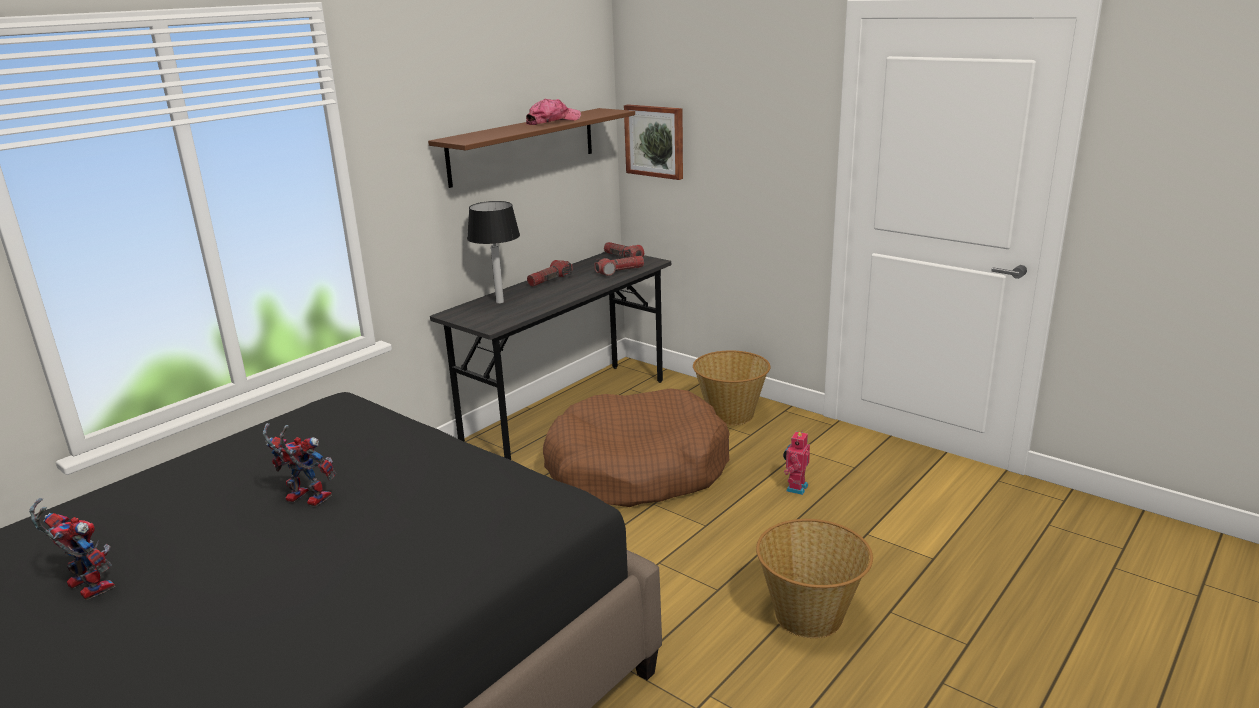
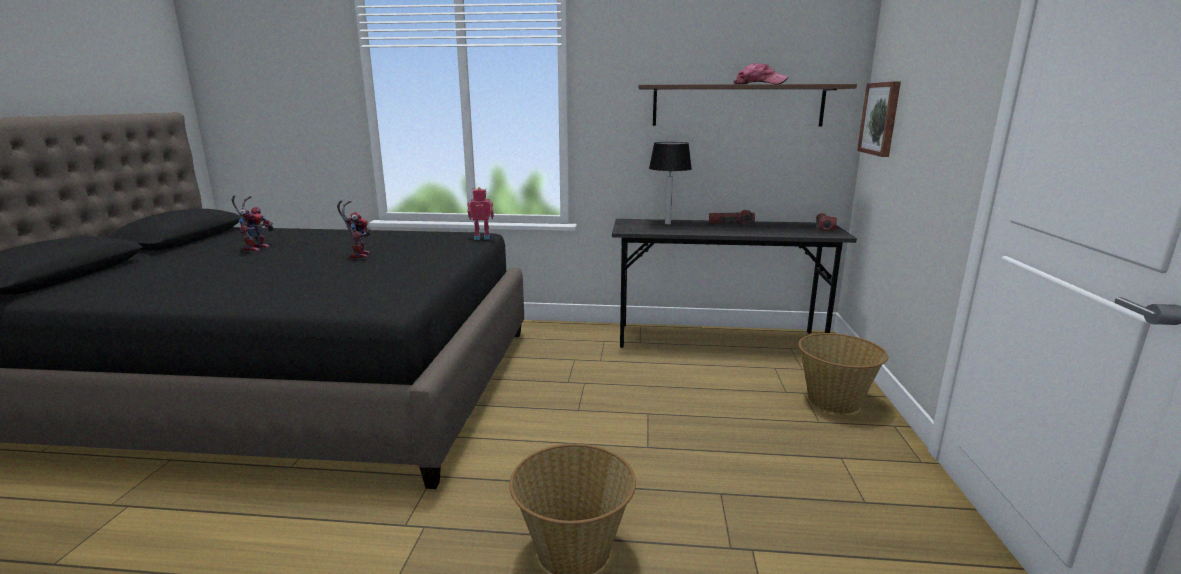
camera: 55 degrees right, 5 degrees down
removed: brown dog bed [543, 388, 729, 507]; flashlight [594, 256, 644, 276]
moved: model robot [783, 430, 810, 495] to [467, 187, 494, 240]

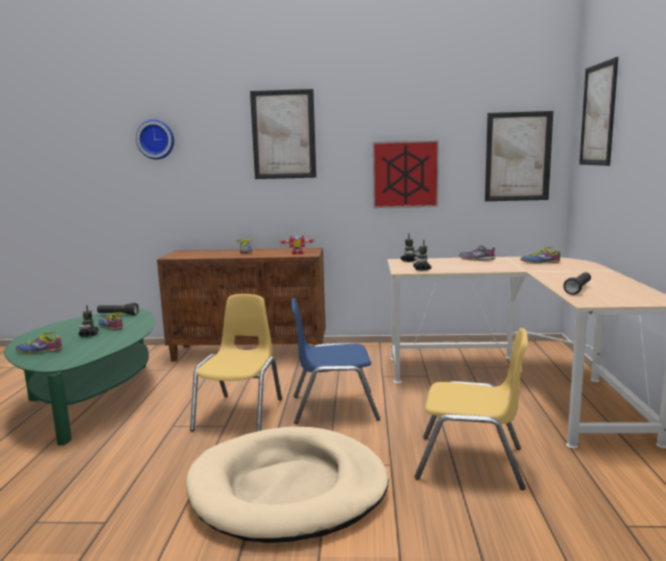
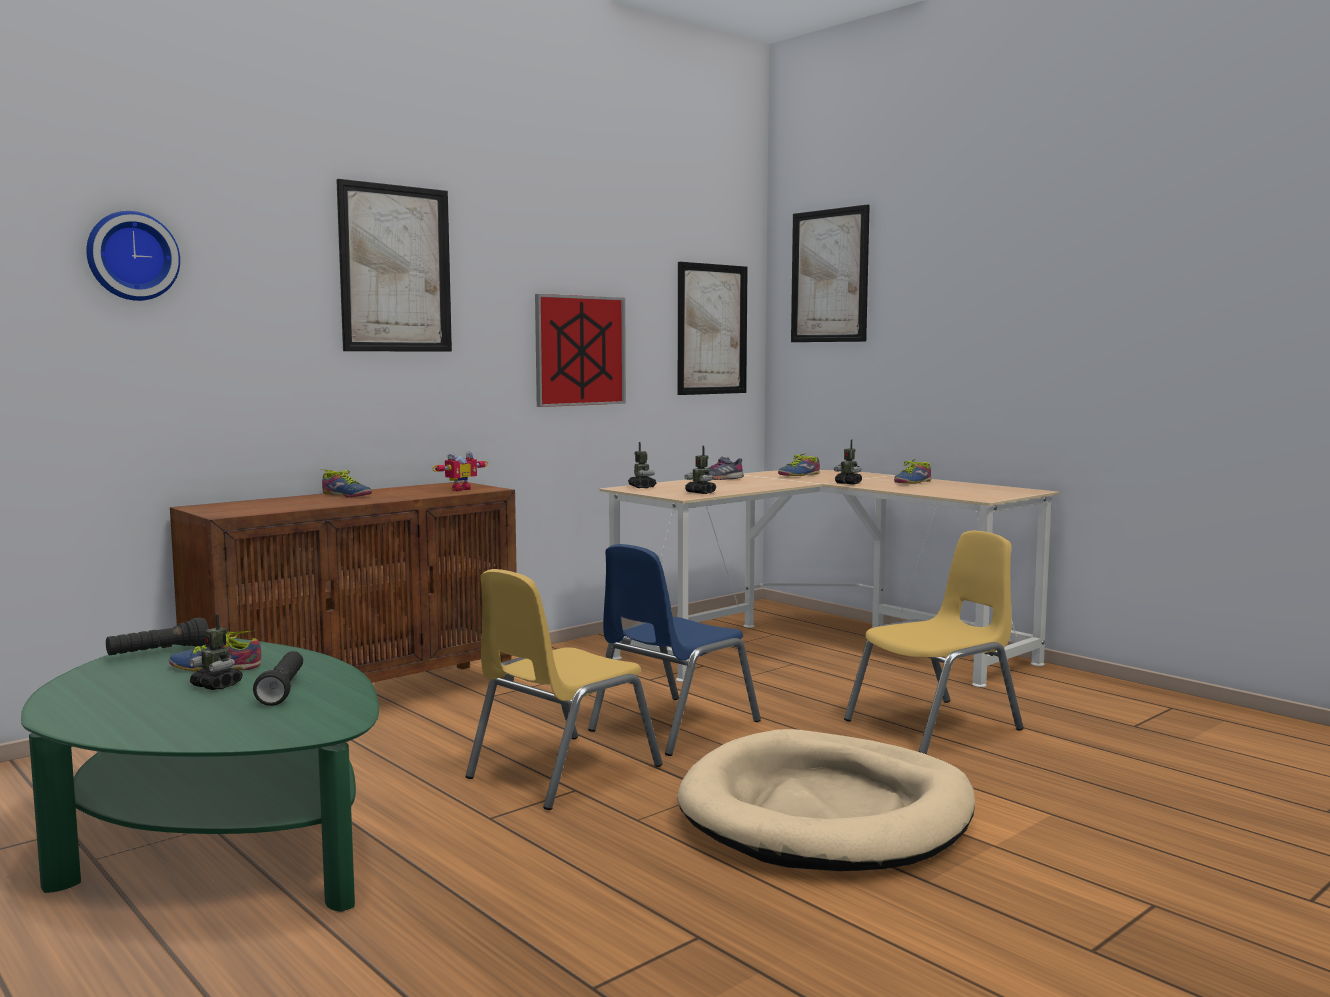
camera: 45 degrees left, 5 degrees down
added: model robot [834, 440, 862, 485]
moved: low shoe [16, 332, 62, 353] to [894, 459, 931, 484]; black flashlight [563, 272, 591, 295] to [253, 651, 303, 706]
turned: yellow chair [190, 294, 282, 432] = [465, 569, 663, 810] 105 degrees counterclockwise

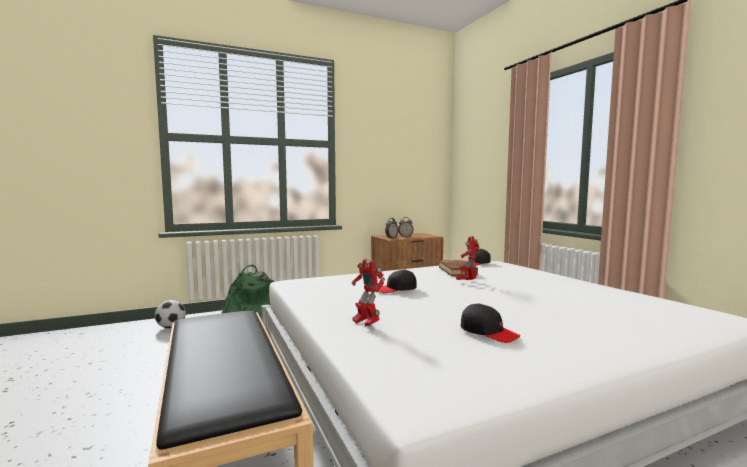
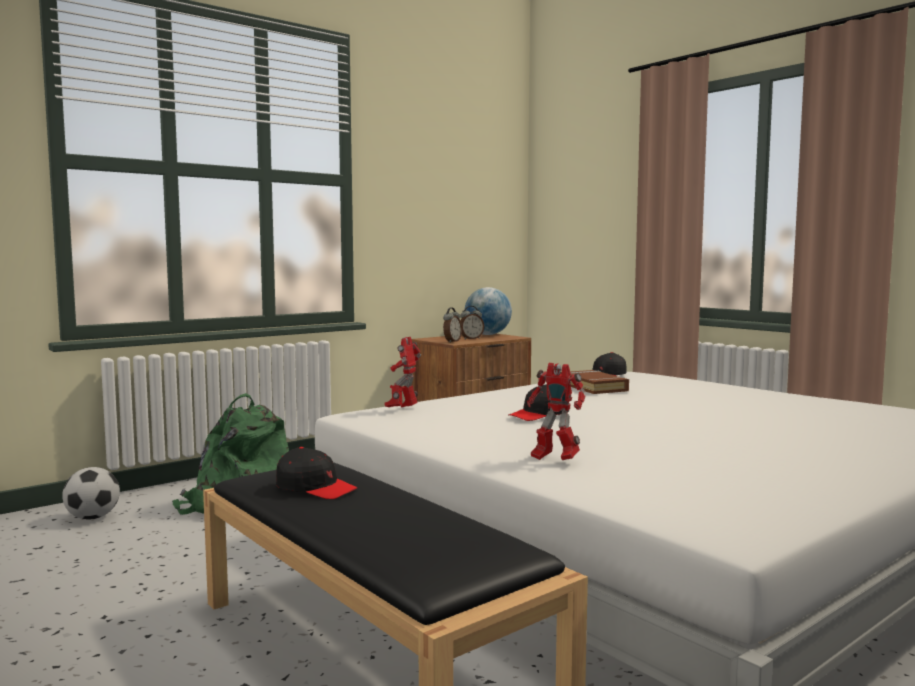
camera: 15 degrees left, 0 degrees up
added: world globe [465, 287, 512, 335]
moved: model robot [456, 236, 480, 280] to [385, 337, 421, 408]; black cap [461, 303, 520, 343] to [276, 447, 358, 499]

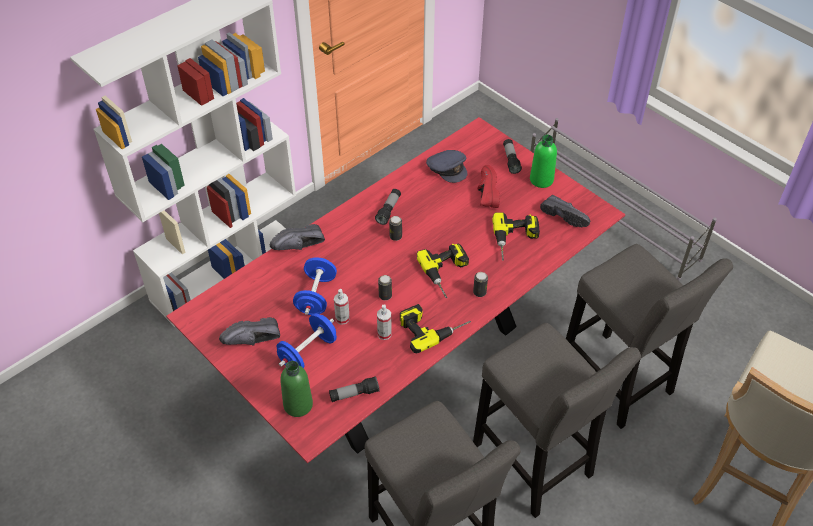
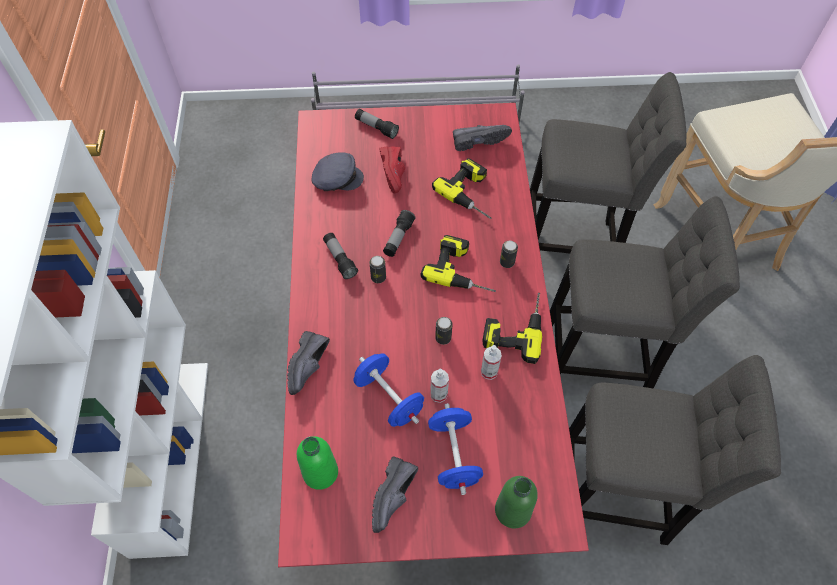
camera: 50 degrees left, 10 degrees up
moved: flashlight [329, 376, 379, 402] to [383, 210, 415, 257]; greenish beverage bottle [530, 135, 557, 188] to [297, 436, 338, 490]
turned: reddish low shoe [477, 165, 500, 208] = [379, 146, 405, 194] 135 degrees counterclockwise

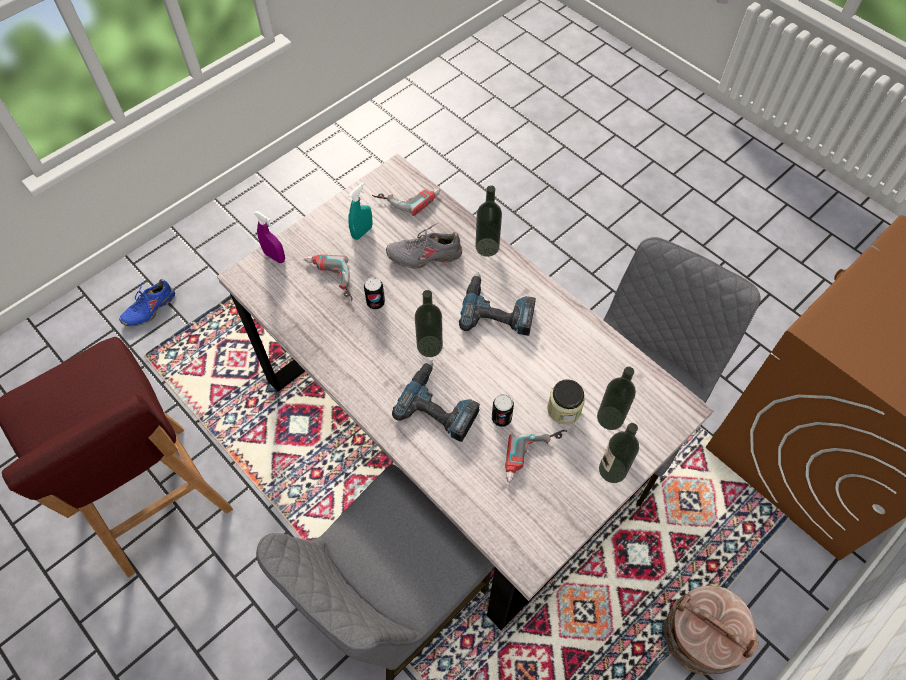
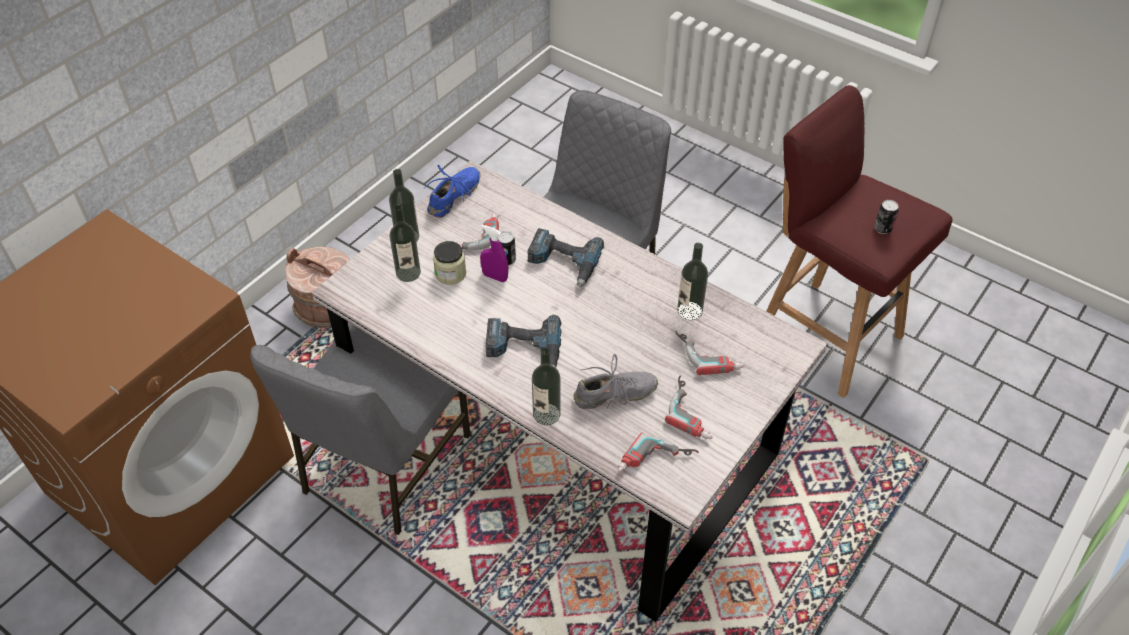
camera: 170 degrees right, 10 degrees down
moved: bluish low shoe [119, 279, 175, 326] to [423, 165, 481, 218]; purple-coloured sprayer [254, 211, 285, 263] to [480, 225, 508, 282]; can [364, 277, 385, 309] to [874, 200, 899, 234]; beverage bottle [415, 290, 443, 357] to [677, 243, 708, 320]
replaced: turquoise-coloured sprayer [348, 182, 373, 240] to drill [665, 375, 713, 440]

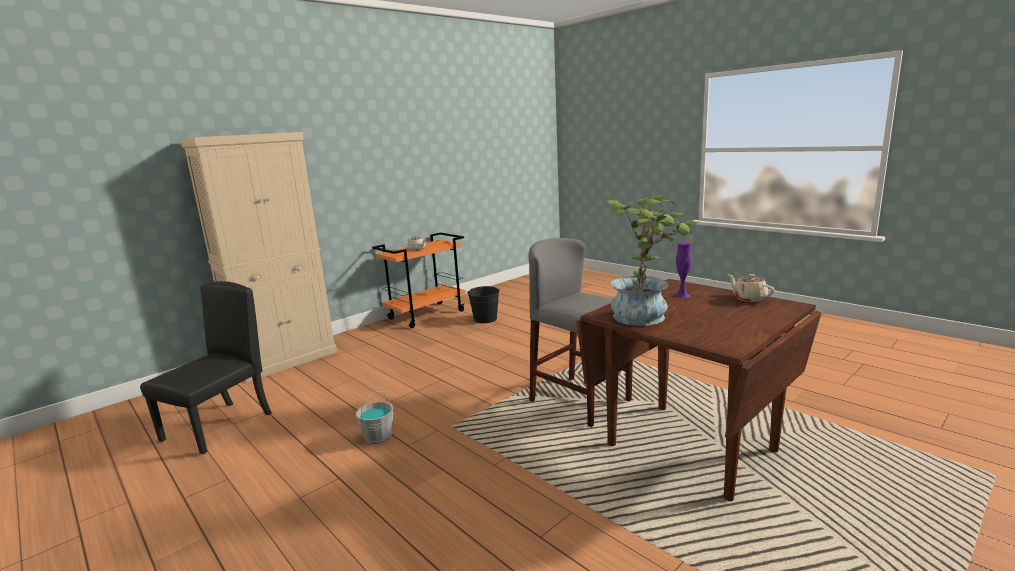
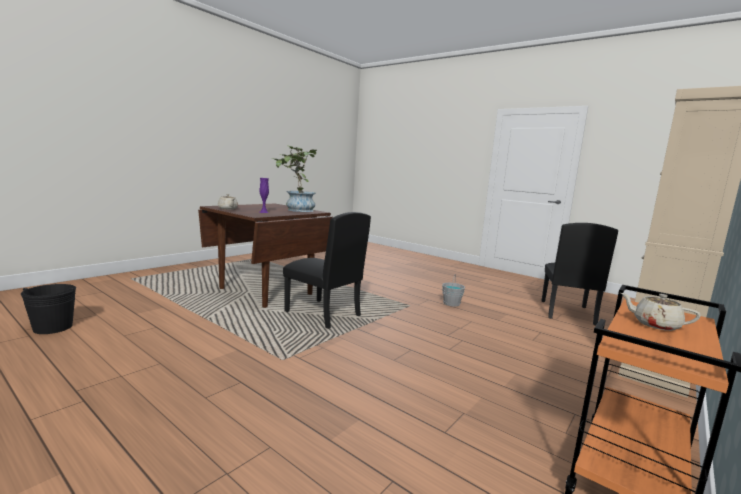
camera: 170 degrees right, 5 degrees down
moved: black bucket [467, 286, 500, 323] to [21, 284, 76, 334]
replaced: grey stool seat [528, 238, 633, 427] to black chair [283, 212, 371, 329]

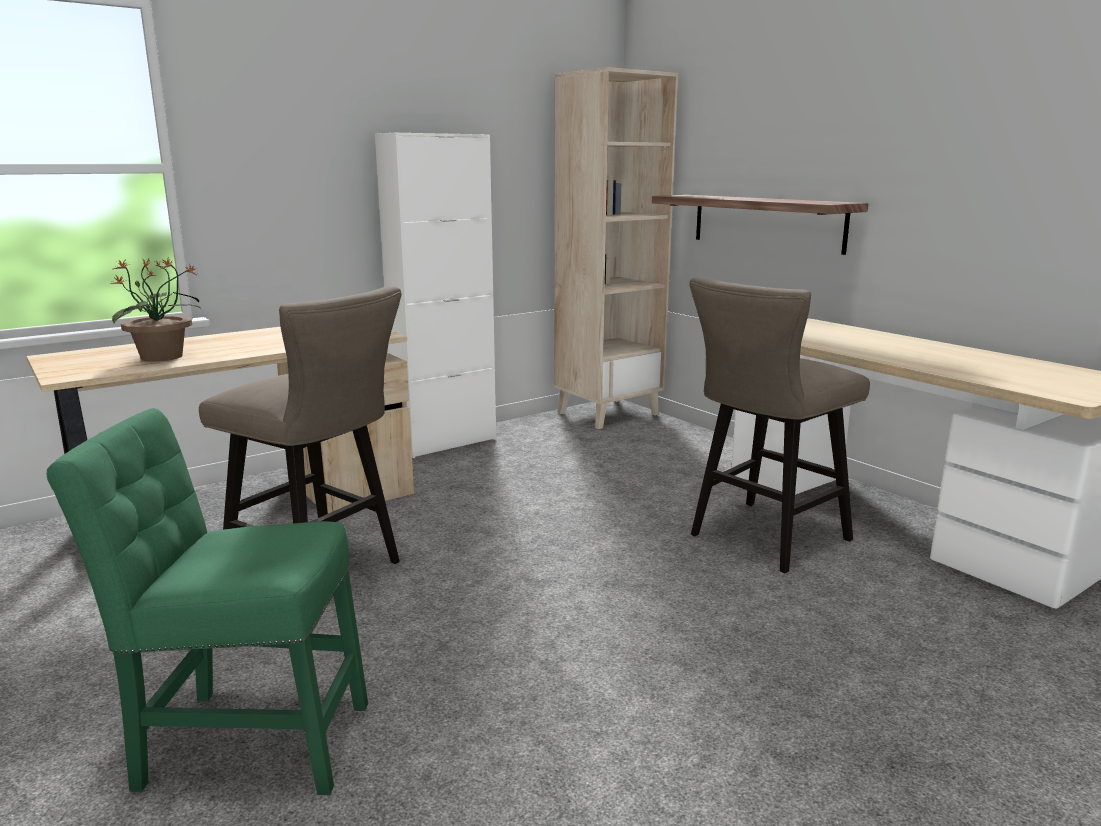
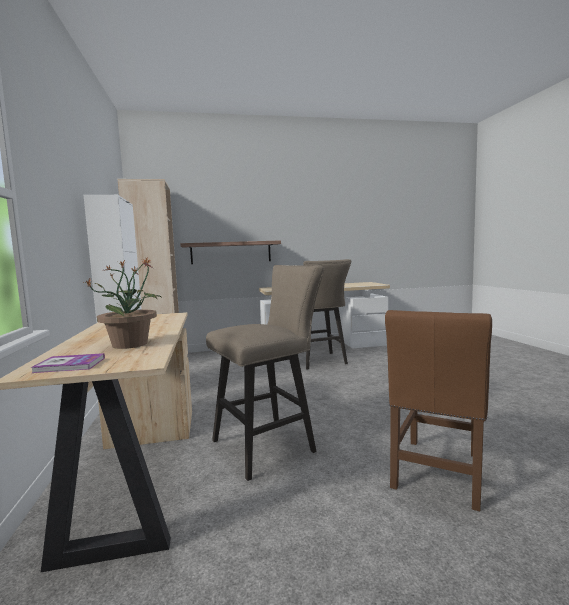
camera: 65 degrees left, 10 degrees down
added: volume [31, 353, 105, 373]
recoloured: greenish chair [47, 408, 368, 795] to brown chair [385, 310, 492, 511]

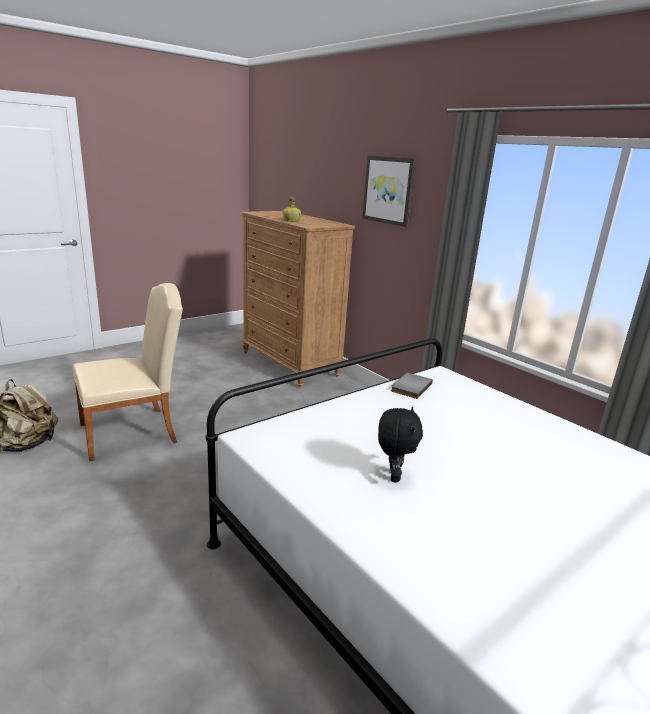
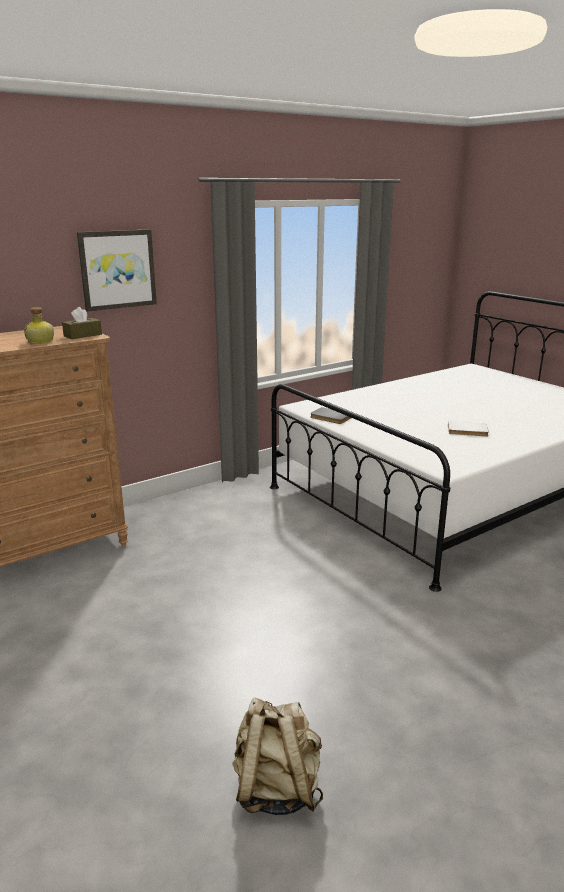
camera: 85 degrees left, 0 degrees up
removed: beige-coloured chair [73, 283, 183, 461]
added: brown tissue holder [62, 307, 102, 339]
replaced: black plush toy [378, 407, 423, 482] to white-coloured volume [448, 421, 489, 437]

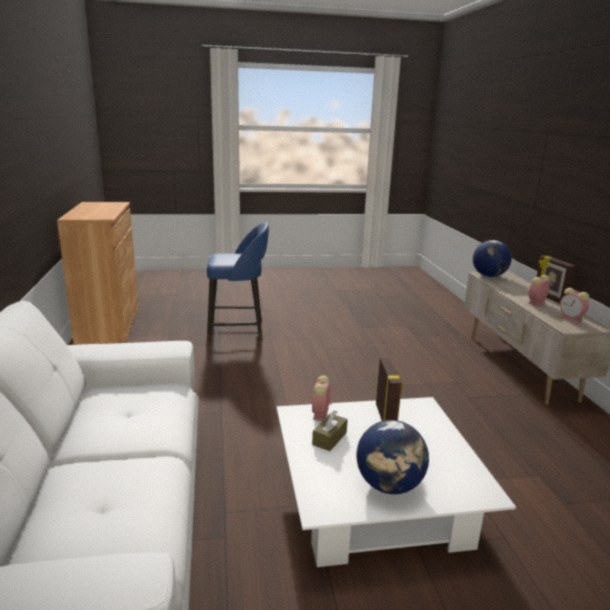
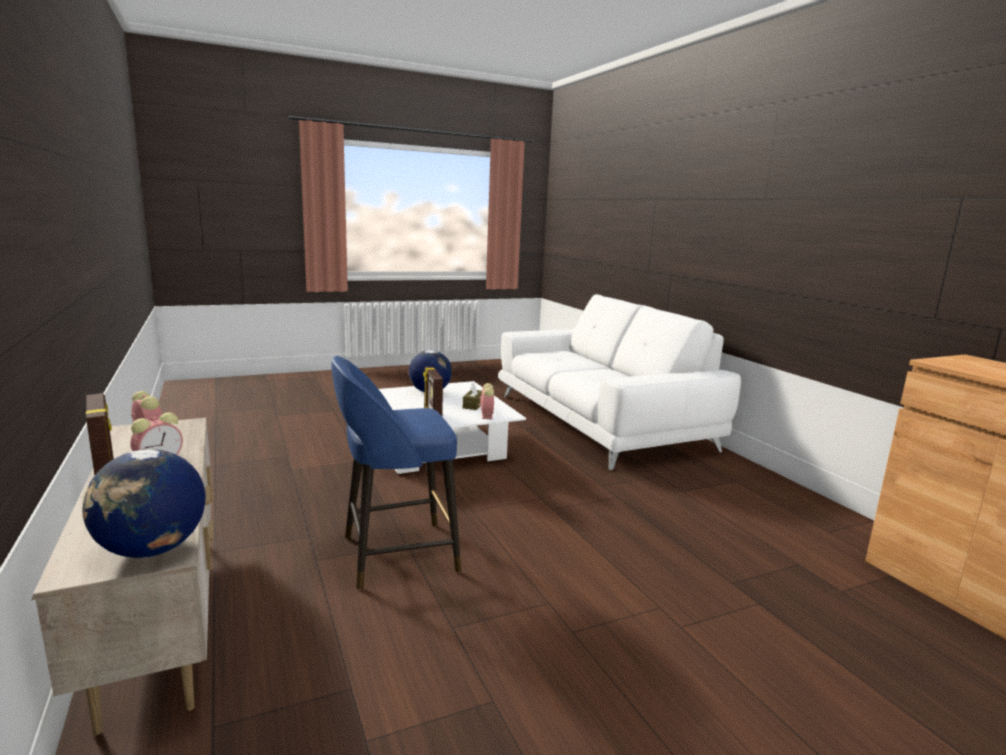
camera: 165 degrees right, 5 degrees down
moved: bluish stool seat [207, 222, 269, 342] to [331, 356, 461, 589]

